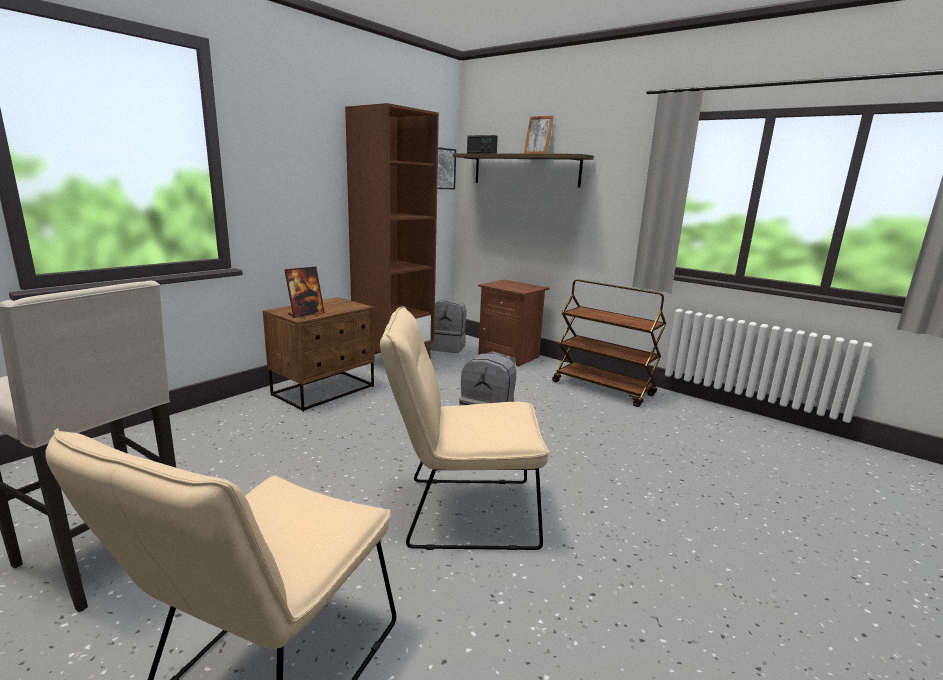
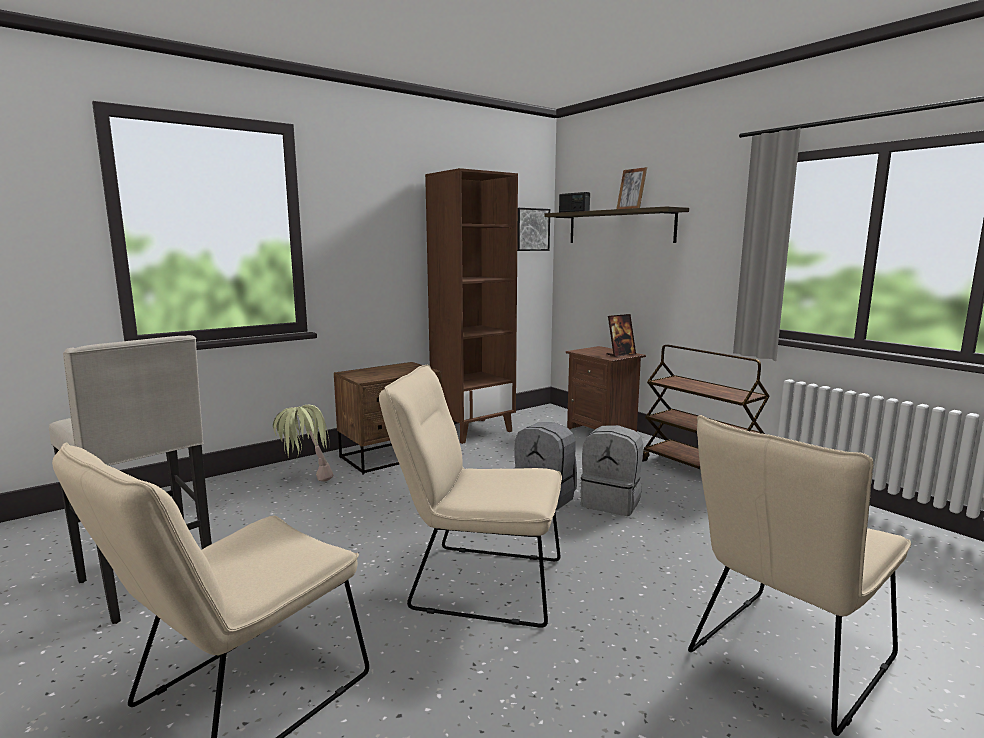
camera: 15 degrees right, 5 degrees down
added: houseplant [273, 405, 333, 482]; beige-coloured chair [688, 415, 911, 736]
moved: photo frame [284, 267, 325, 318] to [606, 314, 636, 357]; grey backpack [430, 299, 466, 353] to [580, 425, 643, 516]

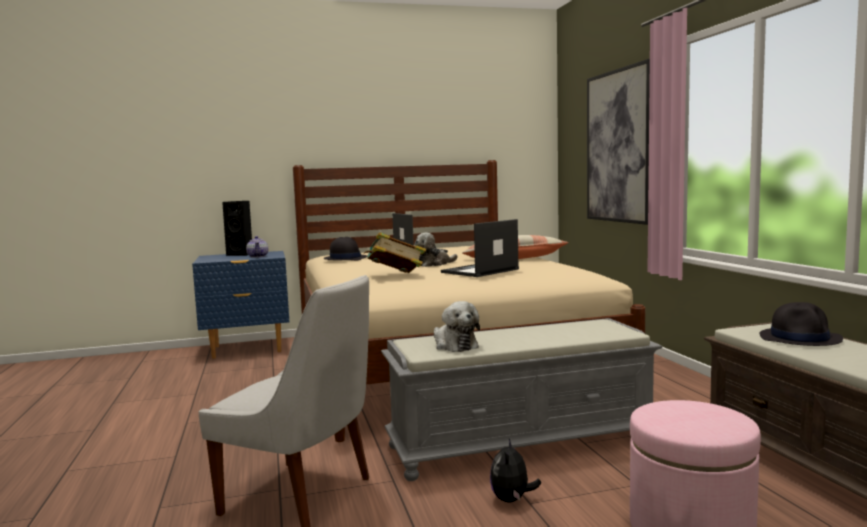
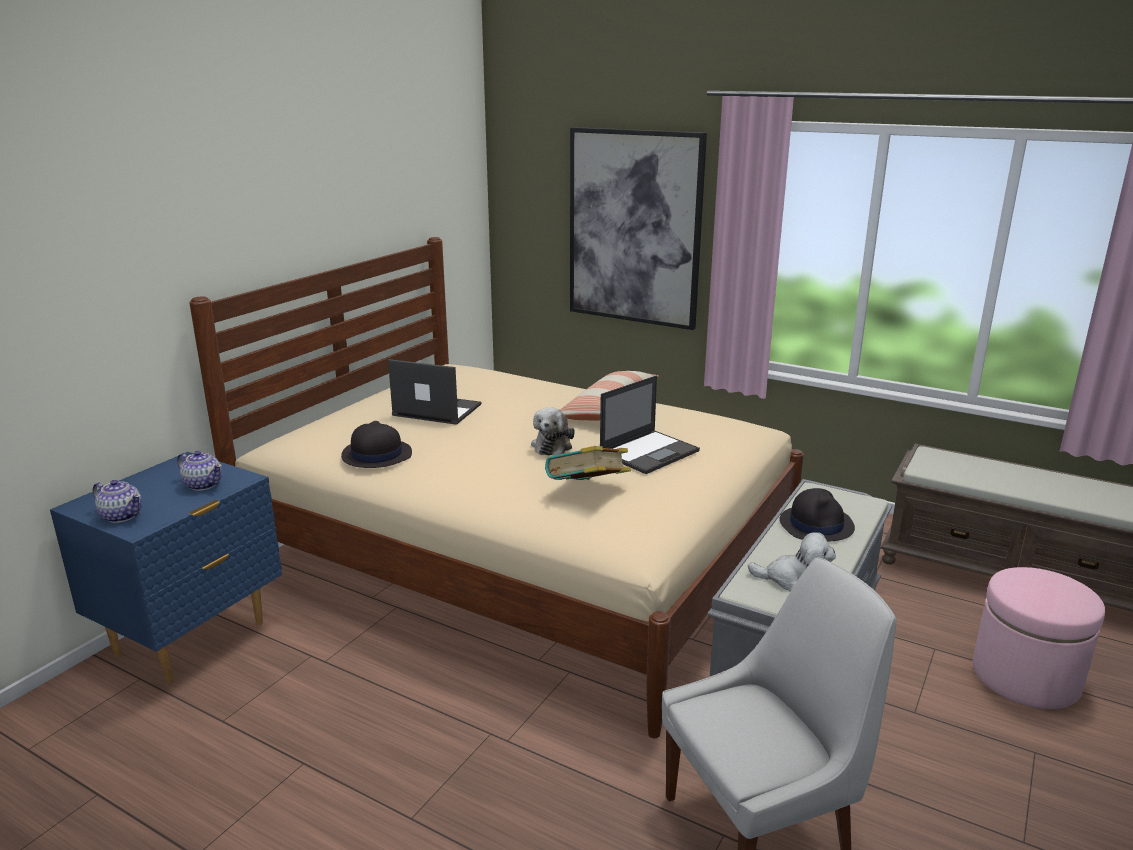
camera: 45 degrees left, 15 degrees up
removed: black audio speaker [222, 201, 252, 256]; plush toy [490, 439, 541, 502]
added: tea pot [93, 480, 142, 523]
moved: black wearable hat [760, 302, 843, 346] to [779, 488, 855, 542]
turned: portable computer [441, 219, 519, 277] = [600, 375, 700, 474] 135 degrees counterclockwise

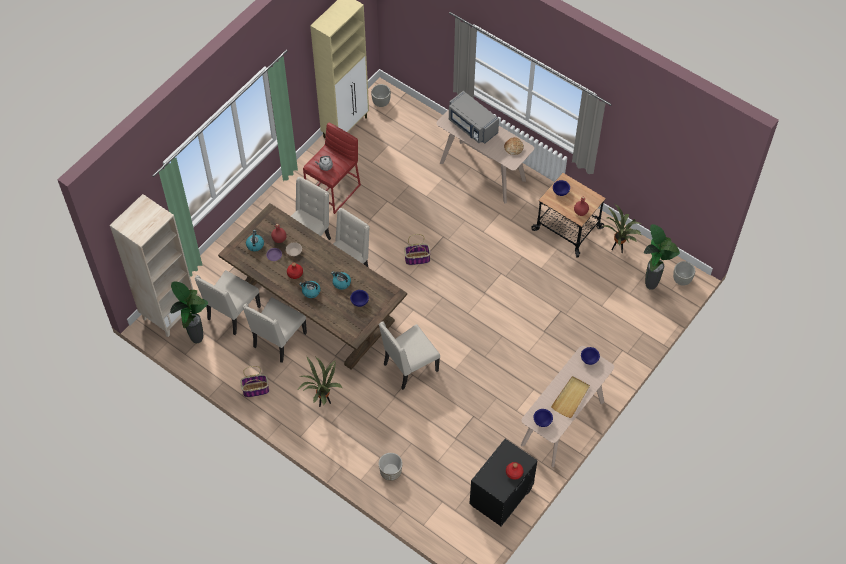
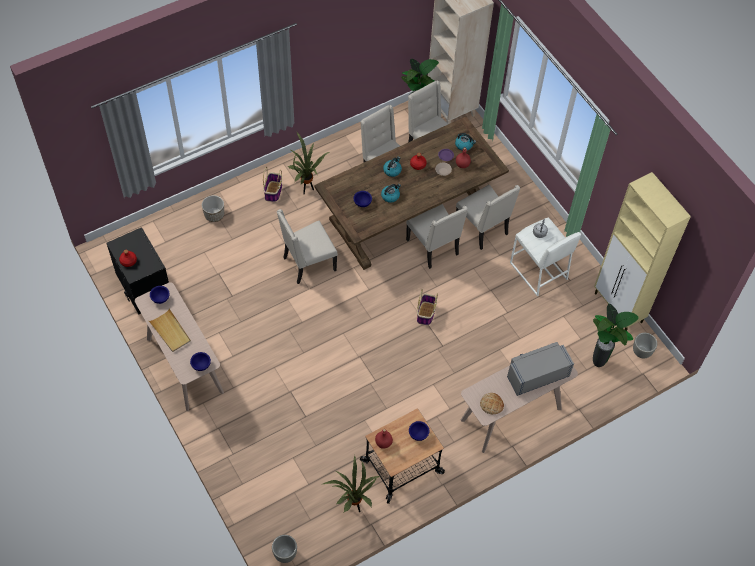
camera: 110 degrees right, 0 degrees up
moved: storage basket [240, 366, 269, 398] to [263, 167, 282, 202]; houseplant [644, 224, 680, 290] to [593, 304, 639, 367]
recoloured: reddish stool seat [303, 123, 361, 214] to white-coloured stool seat [510, 217, 581, 297]
turned: beige-coloured chair [379, 321, 440, 390] = [277, 209, 338, 284] 105 degrees counterclockwise

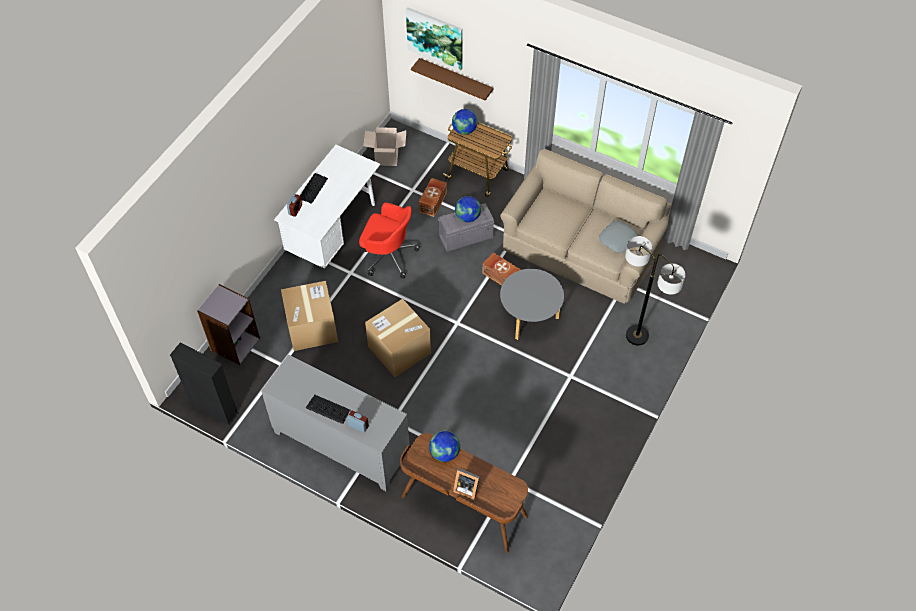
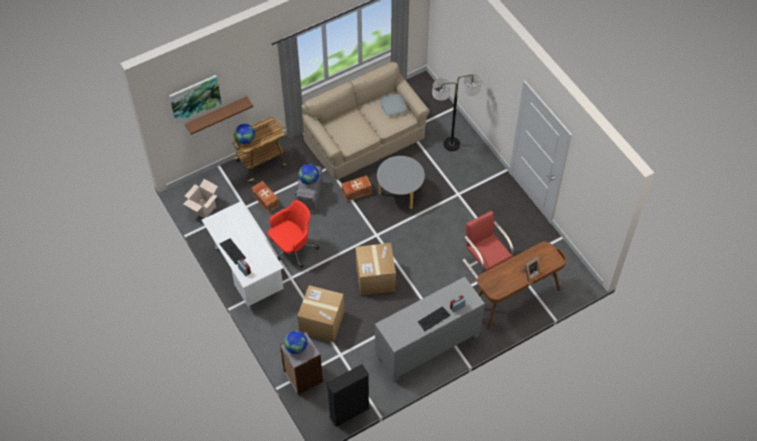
camera: 60 degrees left, 0 degrees up
added: reddish chair [462, 211, 514, 279]
moved: world globe [429, 431, 460, 462] to [284, 331, 307, 354]

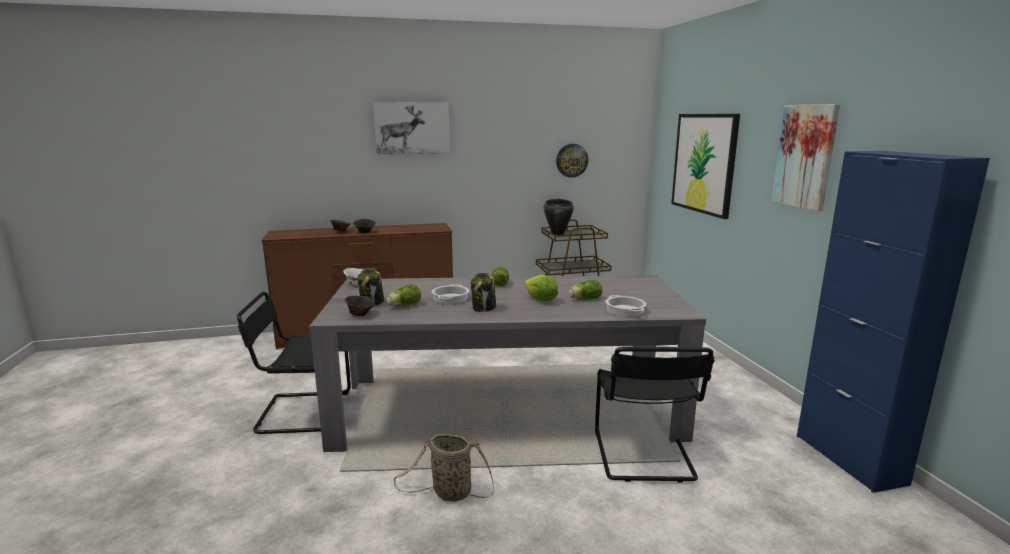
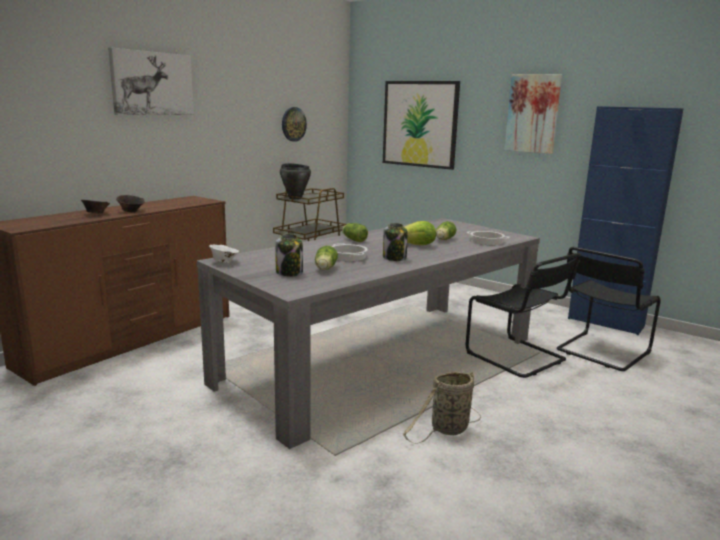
camera: 40 degrees left, 0 degrees up
removed: brown bowl [345, 296, 375, 316]
moved: black chair [237, 292, 351, 434] to [557, 247, 661, 371]

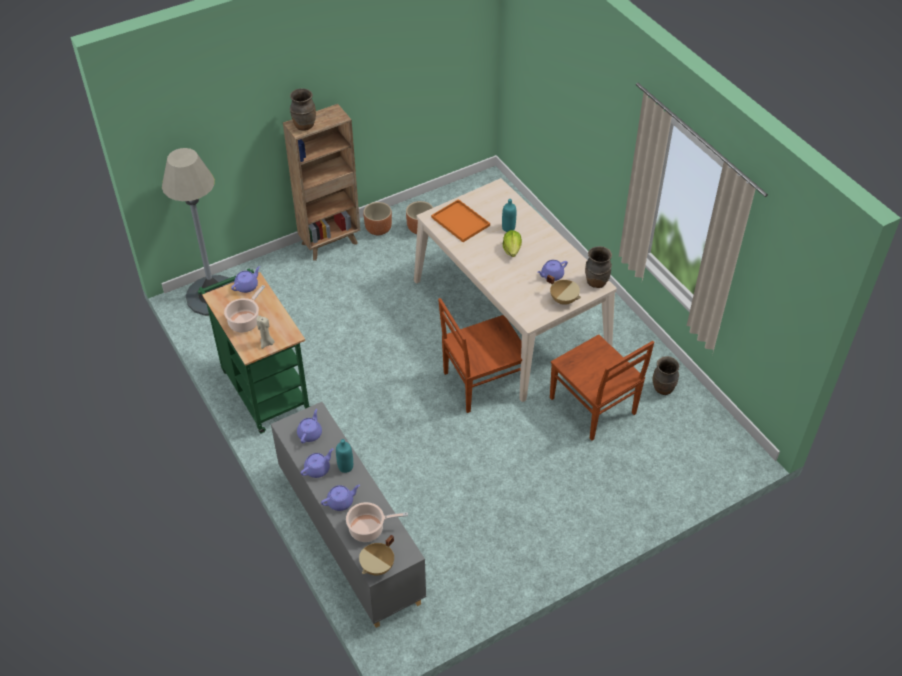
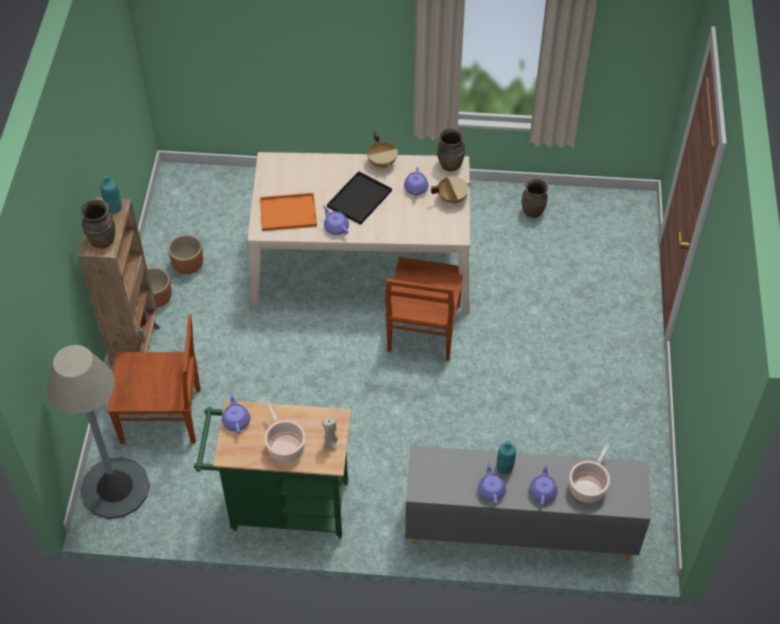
camera: 55 degrees left, 5 degrees up
moved: purple-coloured tea pot [297, 409, 322, 443] to [323, 205, 349, 235]; beige-coloured cooking pot [359, 535, 394, 575] to [367, 131, 398, 168]; turquoise-coloured beverage bottle [502, 199, 516, 232] to [101, 175, 122, 214]; brown chair [550, 334, 654, 441] to [107, 315, 200, 444]
replaced: head of lettuce [503, 230, 522, 257] to black carrying tray [327, 171, 392, 225]

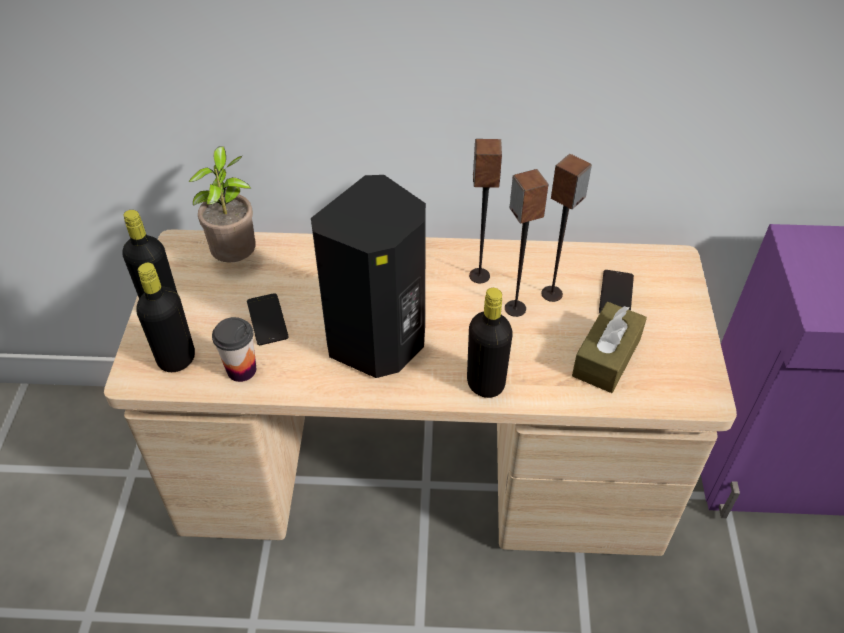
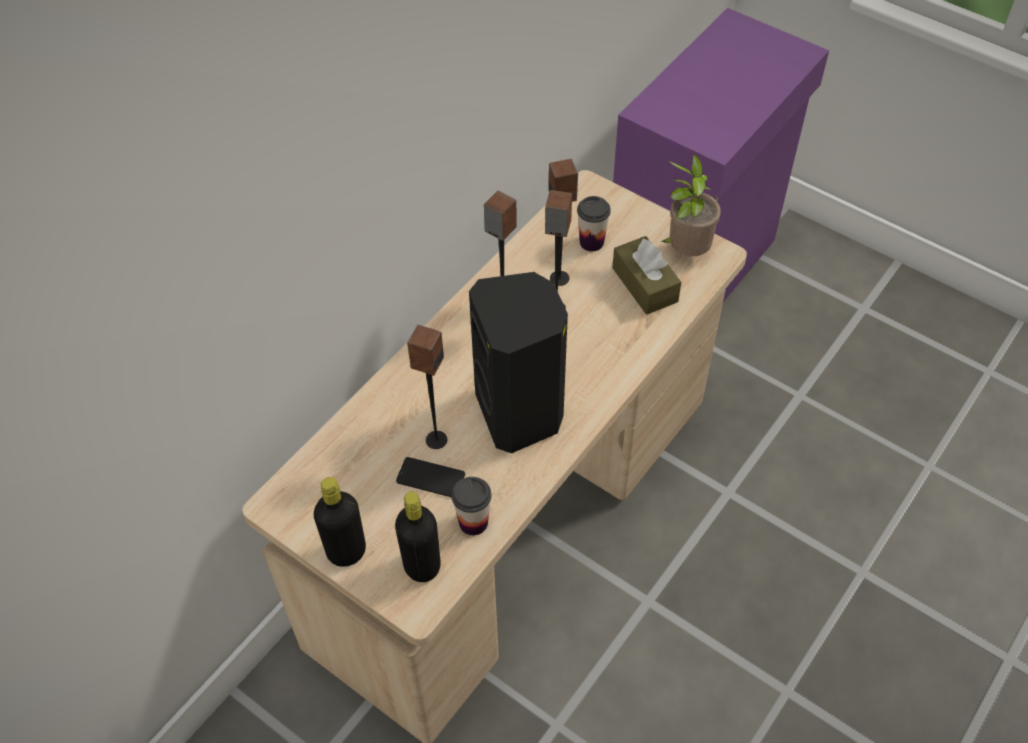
camera: 55 degrees left, 5 degrees up
removed: black beverage bottle [467, 288, 513, 398]
added: audio speaker [407, 325, 447, 449]
moved: houseplant [188, 146, 256, 263] to [661, 154, 721, 256]
replaced: phone [599, 270, 634, 313] to cup [577, 196, 611, 251]

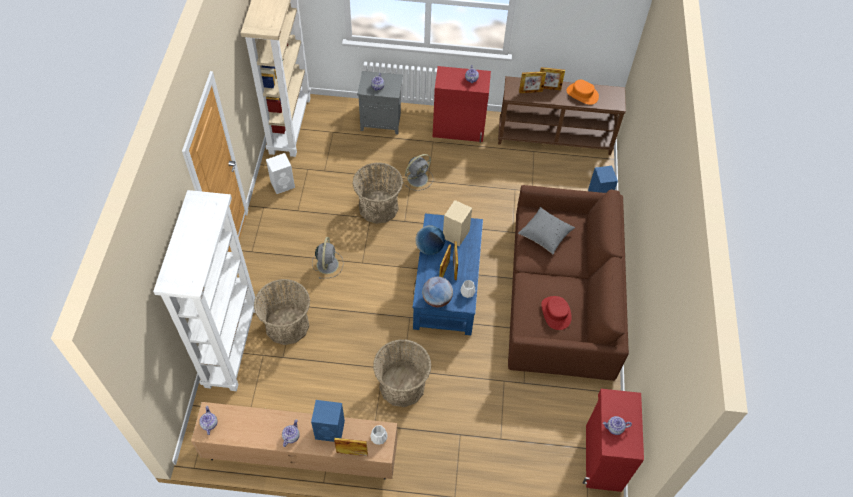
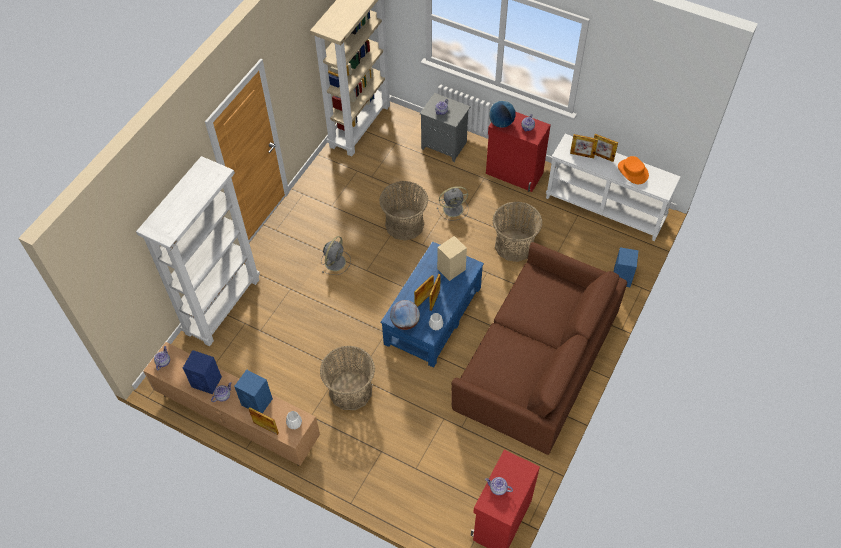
camera: 25 degrees right, 0 degrees up
removed: white-coloured audio speaker [266, 153, 295, 194]; grey throw pillow [518, 207, 575, 254]; reddish wearable hat [541, 296, 572, 330]
added: bluish audio speaker [183, 350, 222, 394]
moved: storage basket [254, 279, 310, 345] to [493, 202, 543, 262]; world globe [416, 225, 445, 255] to [489, 101, 516, 128]
recoloured: brown hall table [498, 76, 626, 155] to white-coloured hall table [546, 134, 681, 241]

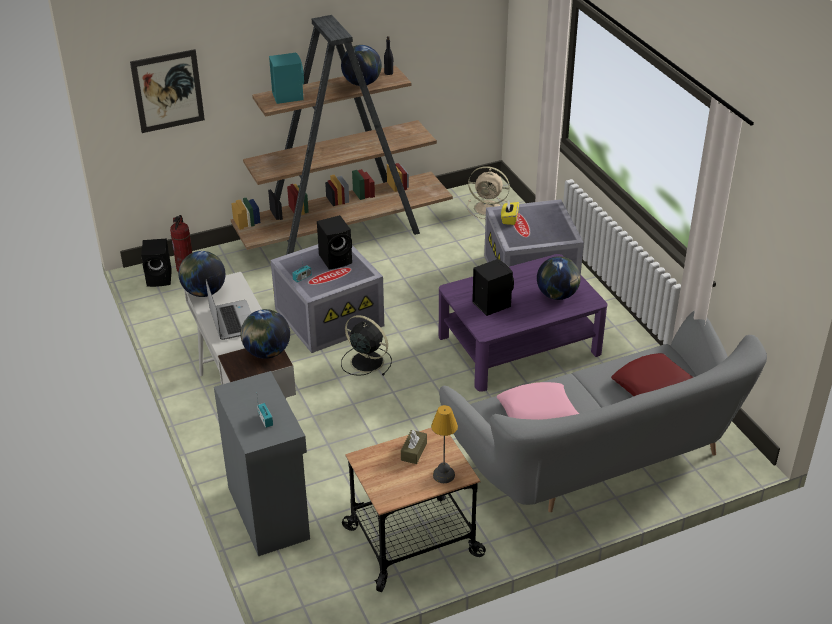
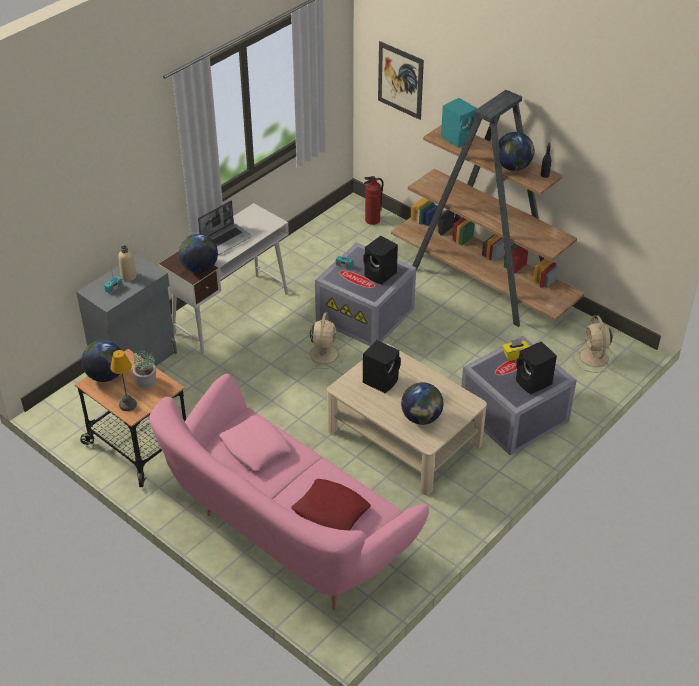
camera: 65 degrees right, 5 degrees up
added: beige-coloured beverage bottle [118, 245, 137, 281]
moved: black audio speaker [141, 238, 172, 287] to [516, 341, 557, 394]; world globe [179, 251, 225, 297] to [82, 340, 121, 382]
replaced: brown tissue holder [401, 430, 427, 464] to houseplant [133, 348, 156, 388]
recoloured: black electric fan [341, 315, 392, 376] to beige-coloured electric fan [304, 312, 345, 369]; purple-coloured lounge table [439, 254, 608, 392] to beige-coloured lounge table [327, 343, 487, 495]; grey couch [439, 311, 767, 512] to pink-coloured couch [149, 374, 429, 611]

